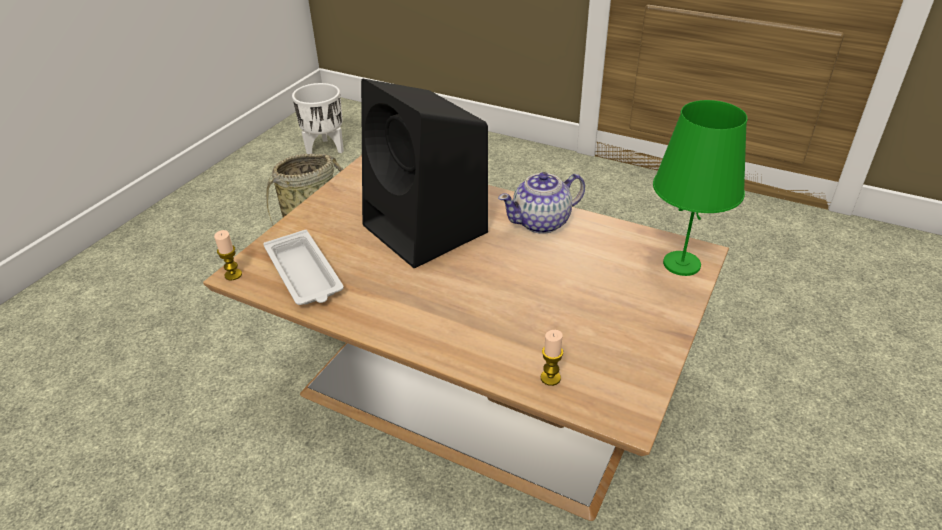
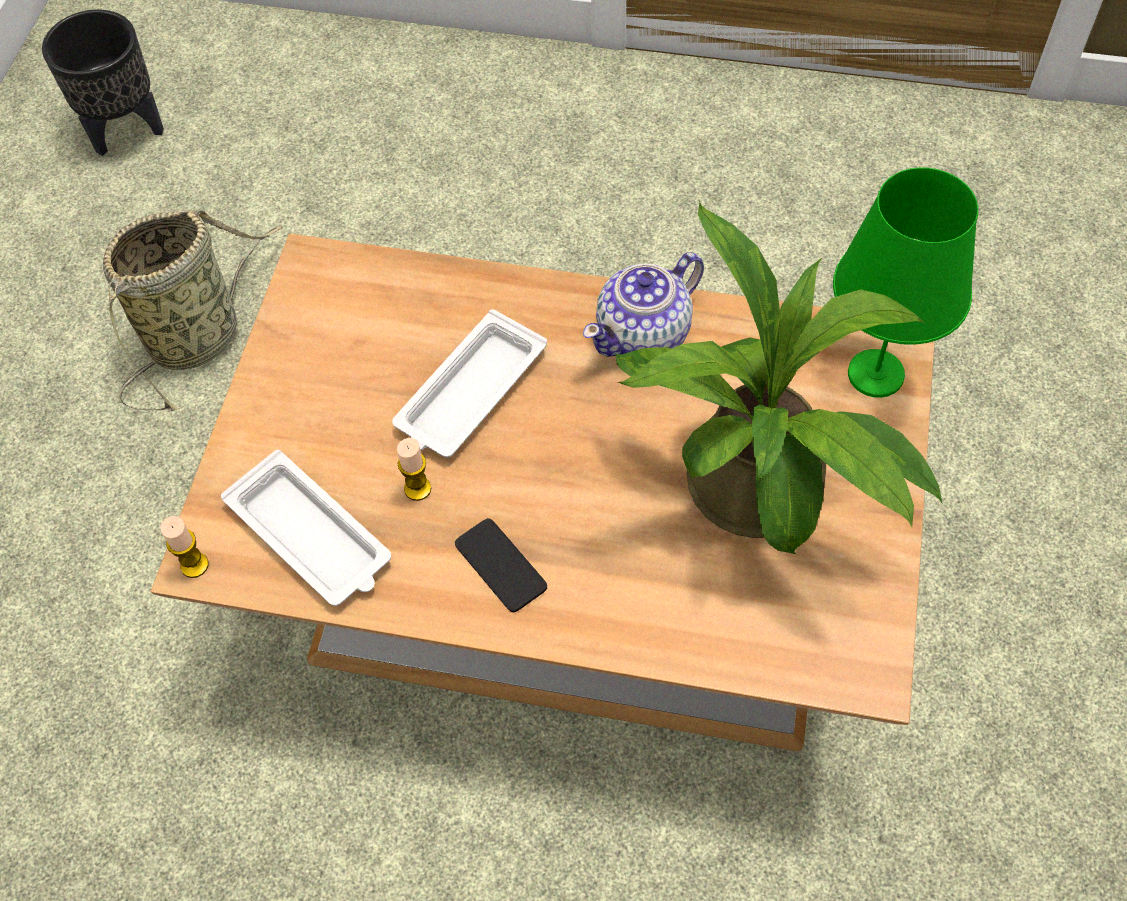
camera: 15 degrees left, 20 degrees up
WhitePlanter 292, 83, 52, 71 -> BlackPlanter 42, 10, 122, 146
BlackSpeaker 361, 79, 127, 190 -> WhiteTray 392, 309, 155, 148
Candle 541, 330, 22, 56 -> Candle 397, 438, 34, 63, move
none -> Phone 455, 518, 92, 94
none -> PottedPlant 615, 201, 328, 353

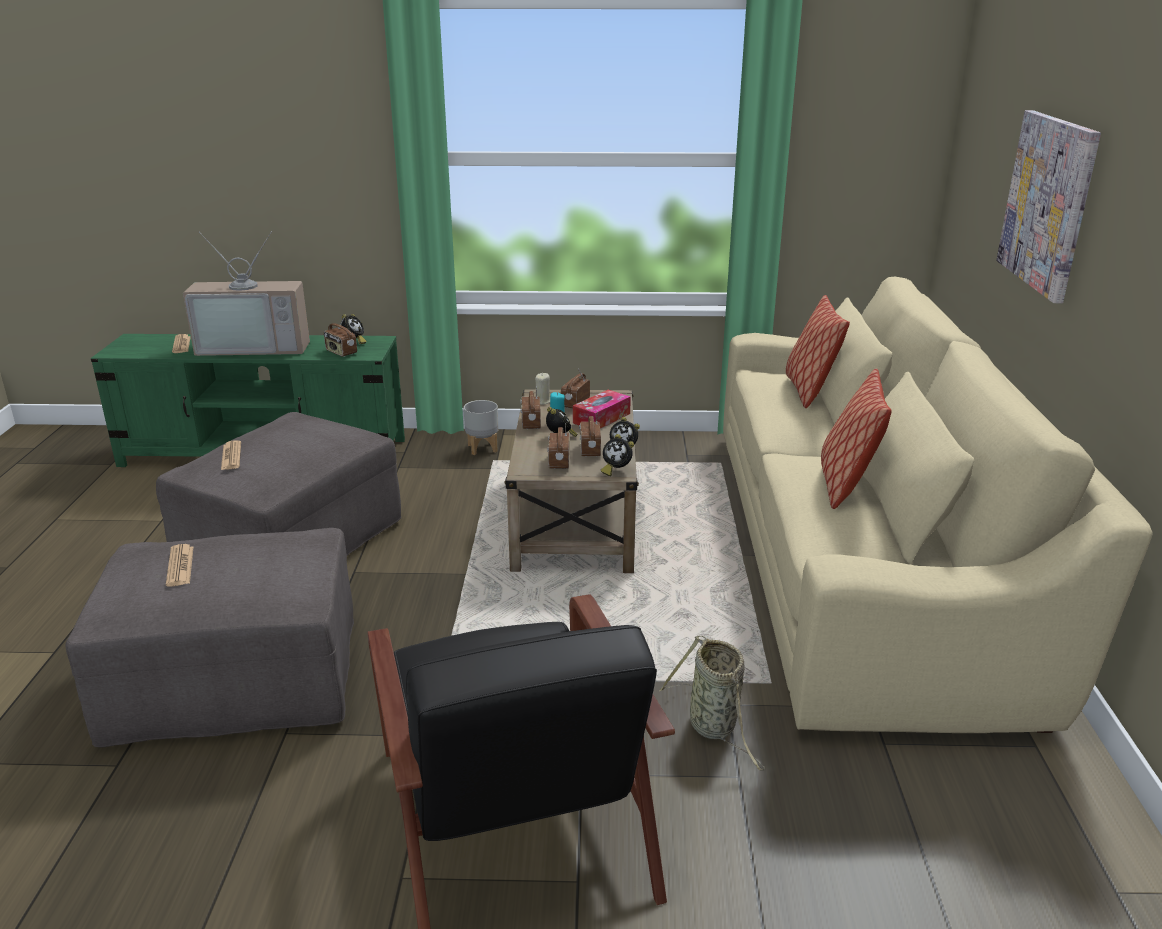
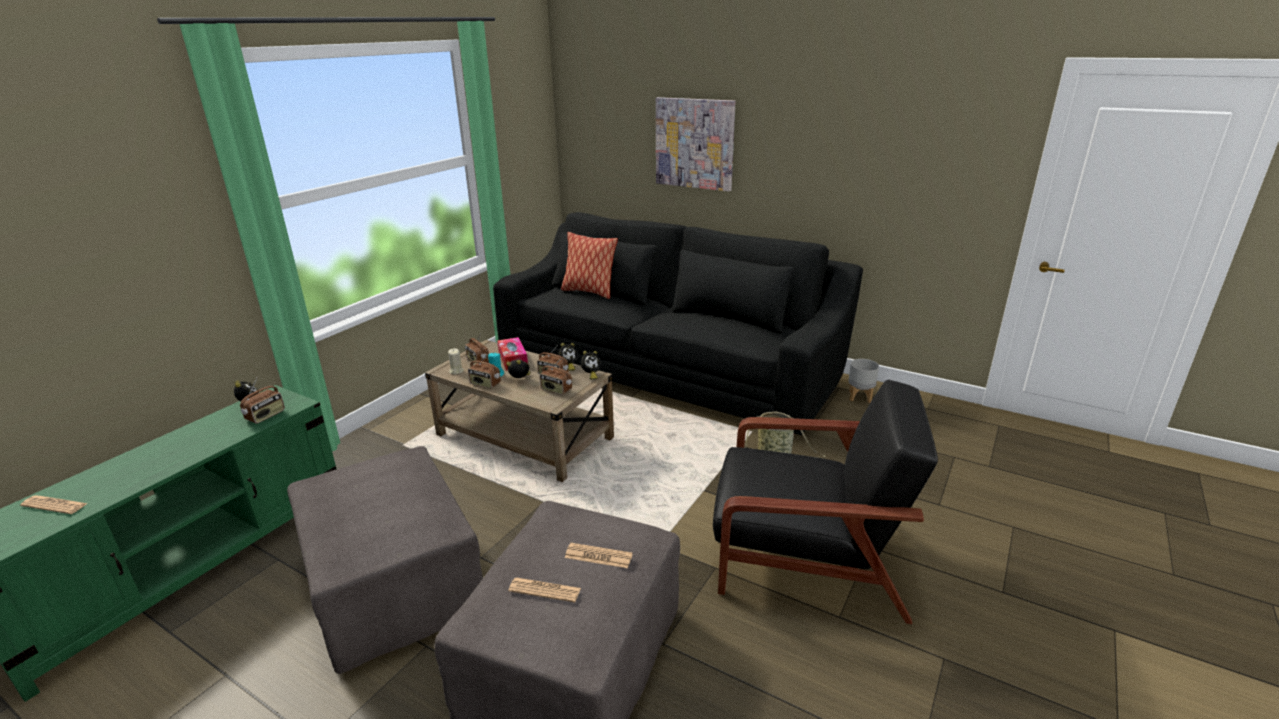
camera: 60 degrees left, 0 degrees up
Radio 324, 315, 33, 42 -> Radio 240, 377, 45, 47, 45 degrees counterclockwise
BeigeSofa 723, 277, 430, 456 -> BlackSofa 493, 212, 370, 223
Newspaper 221, 440, 20, 30 -> Newspaper 565, 543, 68, 25, move
GreyPlanter 464, 400, 35, 55 -> GreyPlanter 848, 359, 31, 44, move
Television 183, 231, 127, 125 -> none
Pillow 821, 368, 71, 141 -> none

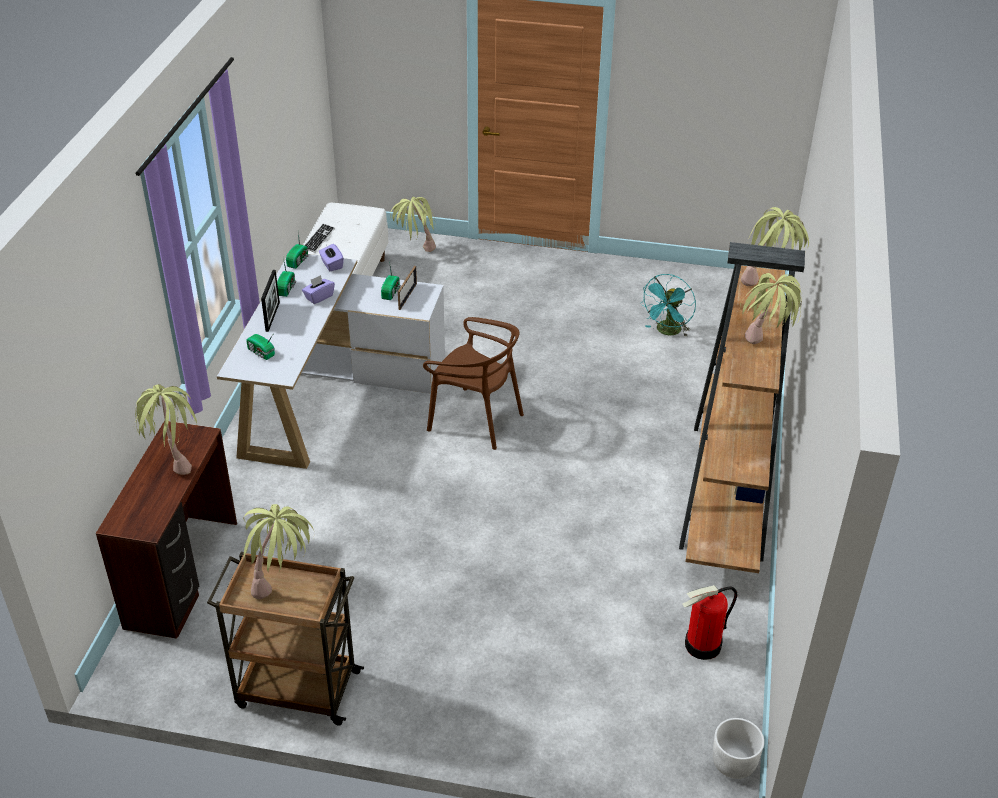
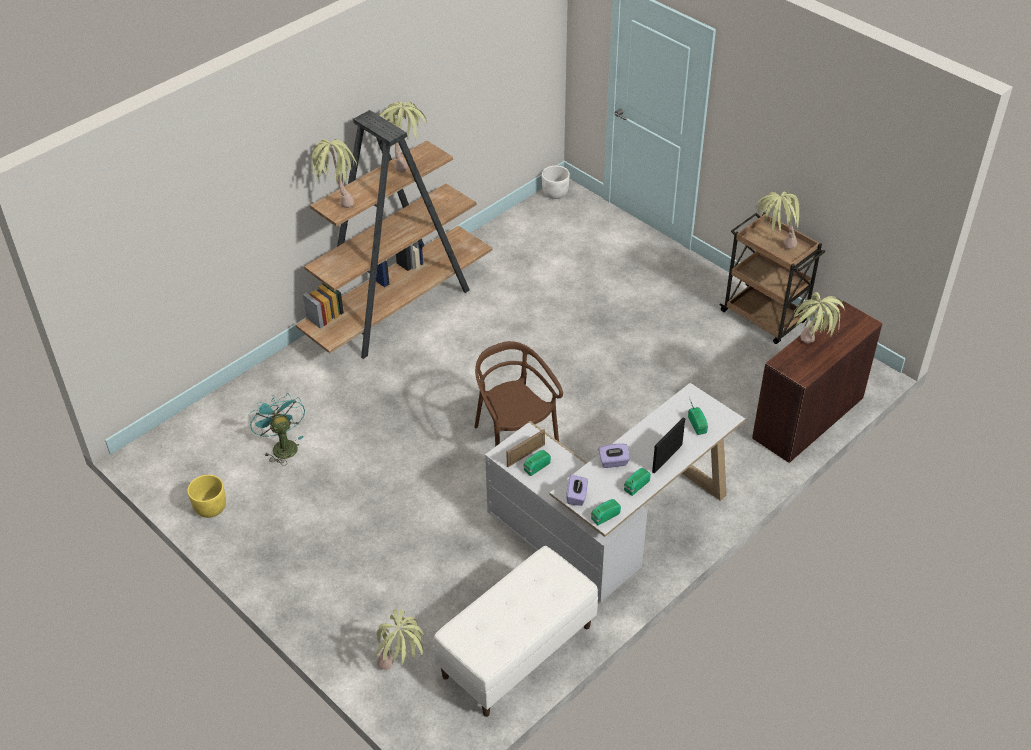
camera: 145 degrees left, 5 degrees up
none -> YellowPlanter 187, 475, 39, 43
TurquoiseFan 640, 274, 56, 63 -> TurquoiseFan 248, 395, 57, 70, 90 degrees counterclockwise
Keyboard 304, 224, 31, 29 -> none
FireExtinguisher 682, 585, 55, 75 -> none

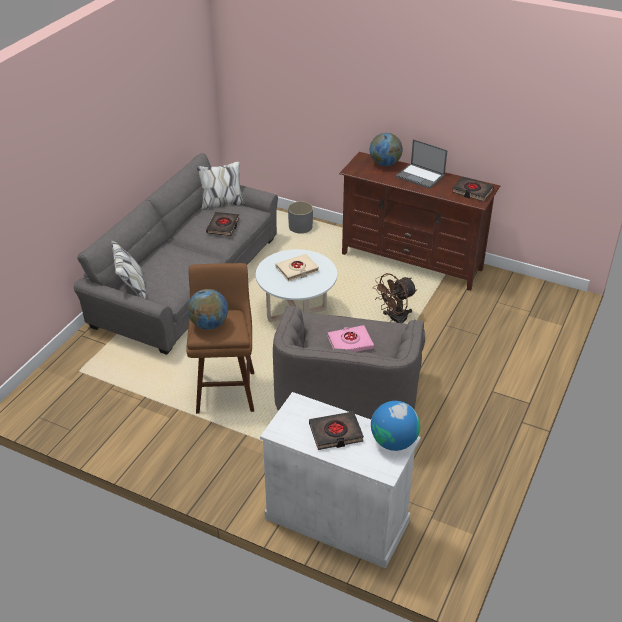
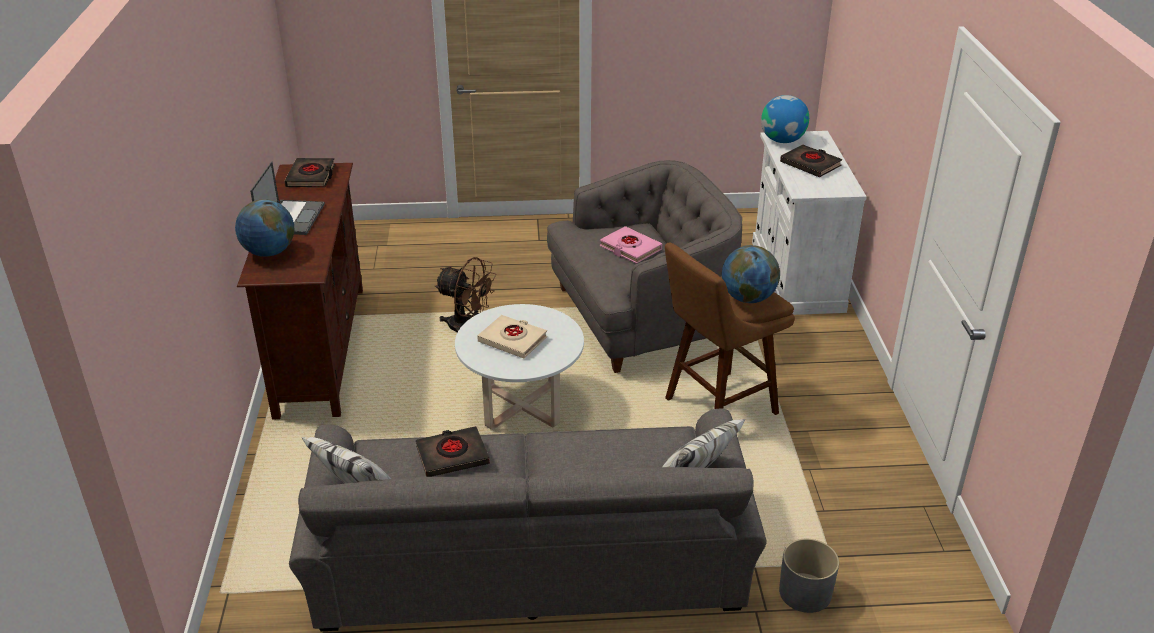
camera: 120 degrees left, 5 degrees down
GreyPlanter 288, 201, 25, 32 -> GreyPlanter 779, 539, 60, 74, move

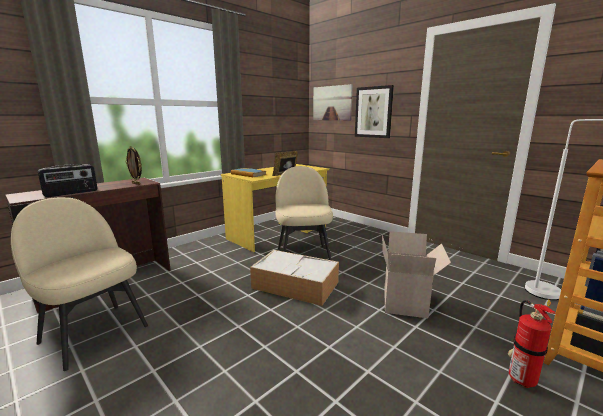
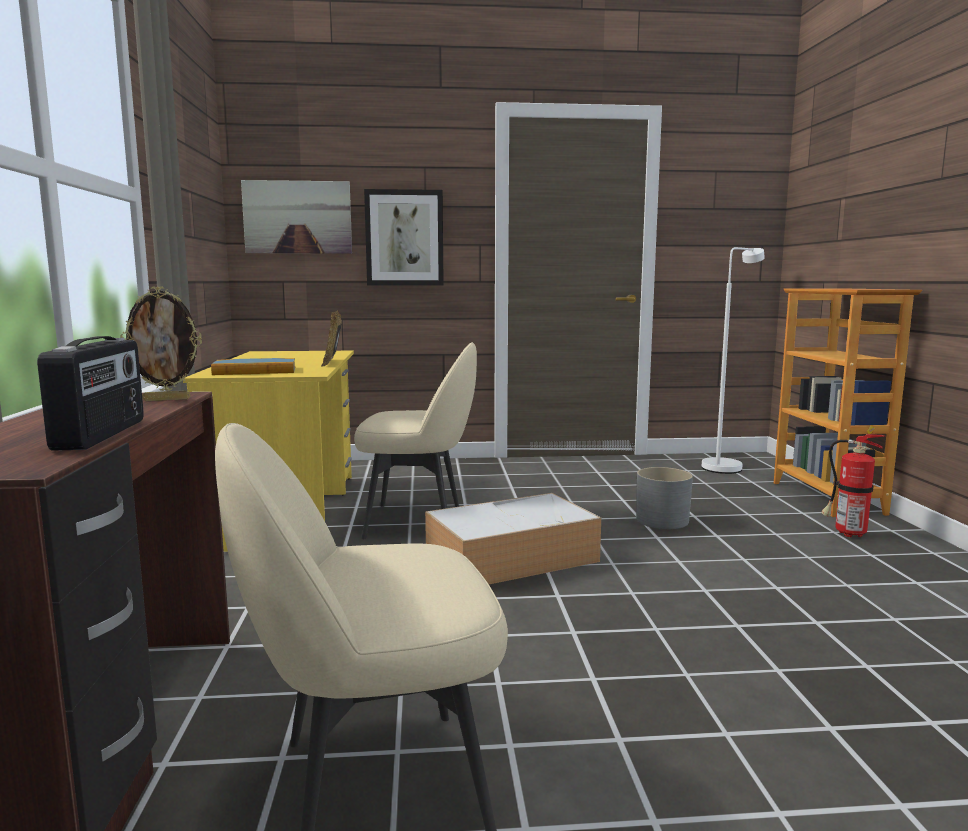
camera: 50 degrees left, 5 degrees down
BeigeChair 275, 166, 58, 94 -> BeigeChair 354, 342, 123, 197, 150 degrees clockwise
CardboardBox 382, 231, 69, 87 -> GreyPlanter 636, 467, 57, 62

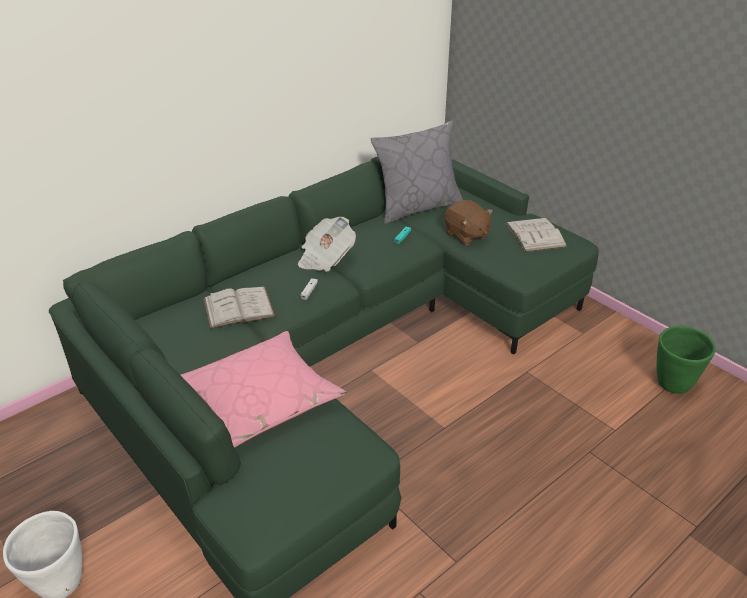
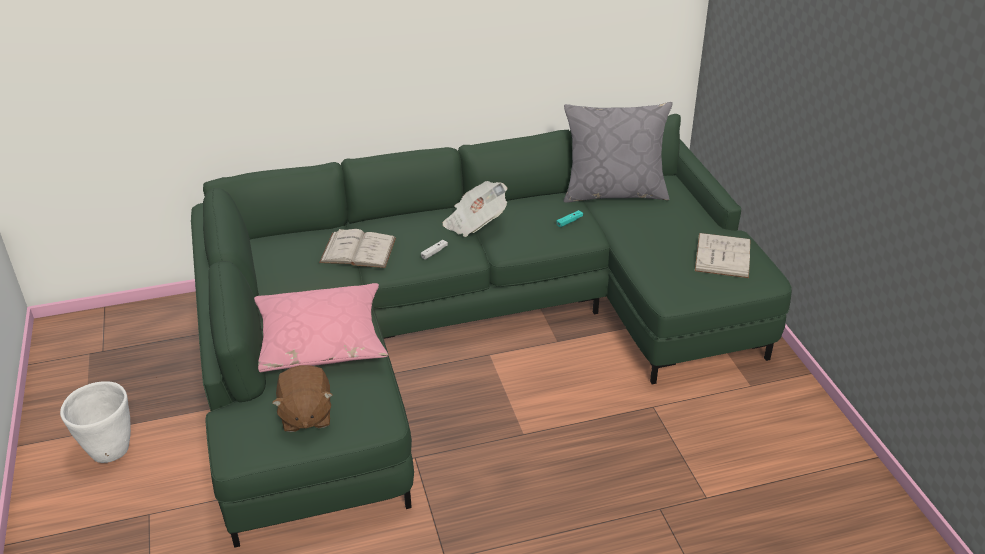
camera: 25 degrees right, 0 degrees up
BrownPlushToy 444, 200, 49, 45 -> BrownPlushToy 272, 365, 60, 67, move
GreenPlanter 656, 325, 60, 69 -> none

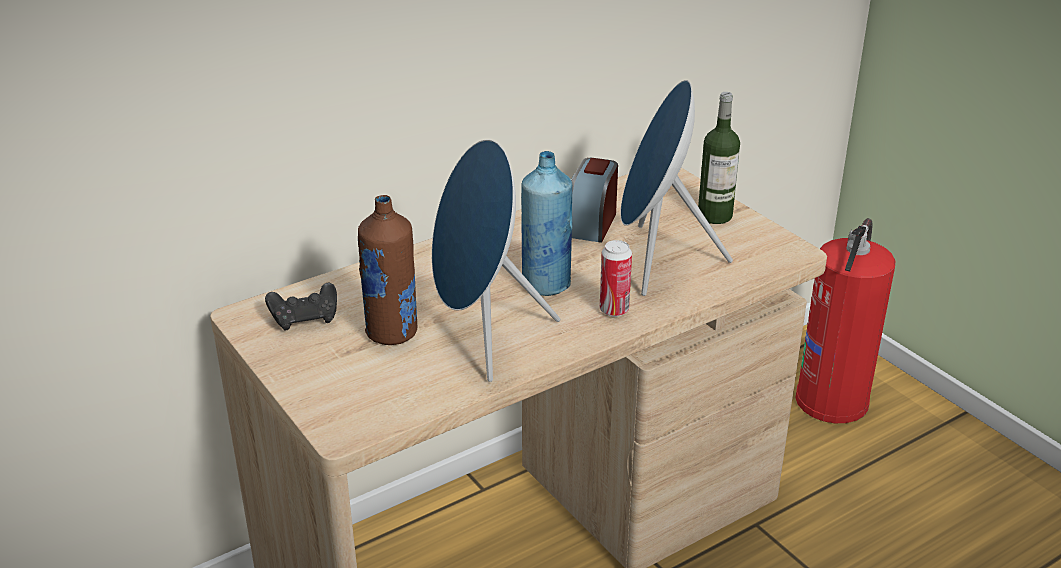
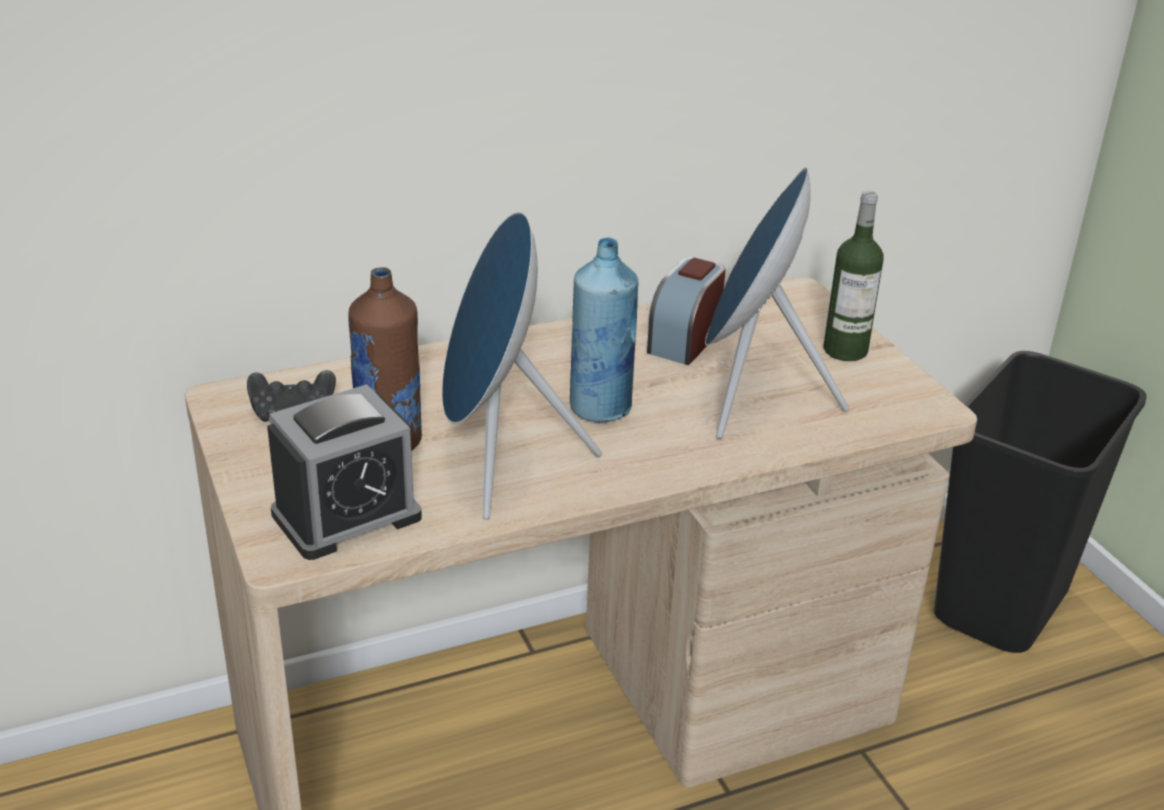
camera: 10 degrees right, 0 degrees up
none -> AlarmClock 267, 384, 155, 176
FireExtinguisher 795, 218, 100, 205 -> BlackTrashCan 934, 351, 212, 302
Can 600, 240, 32, 77 -> none

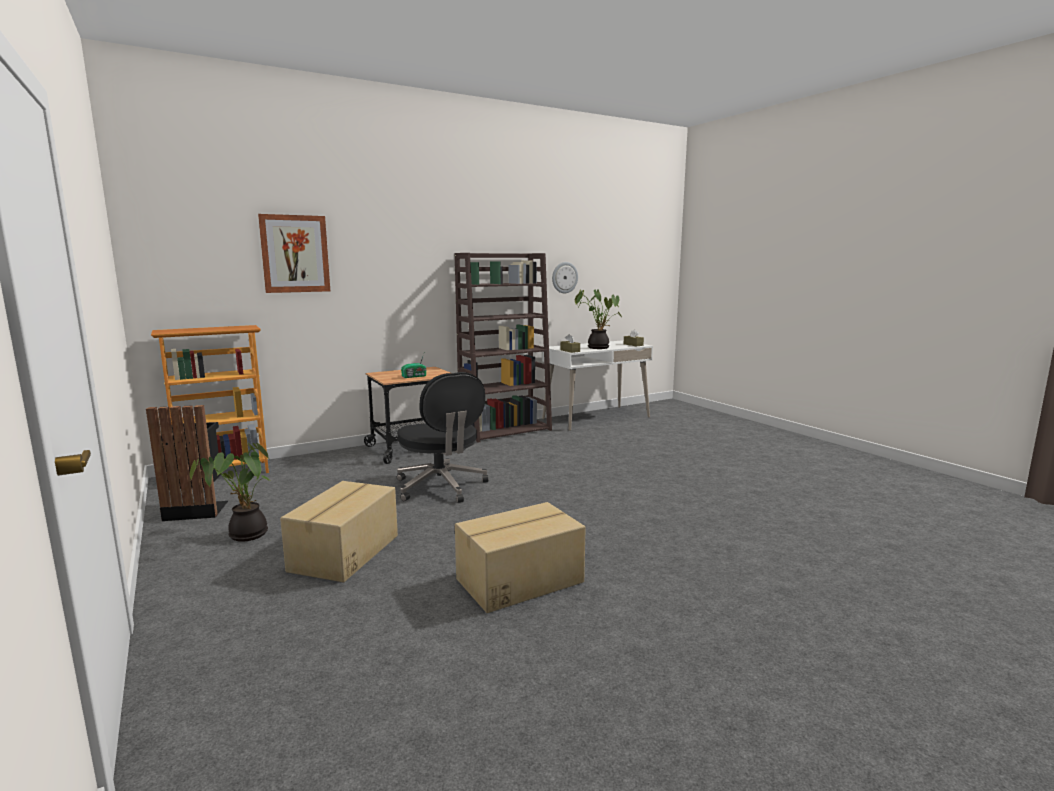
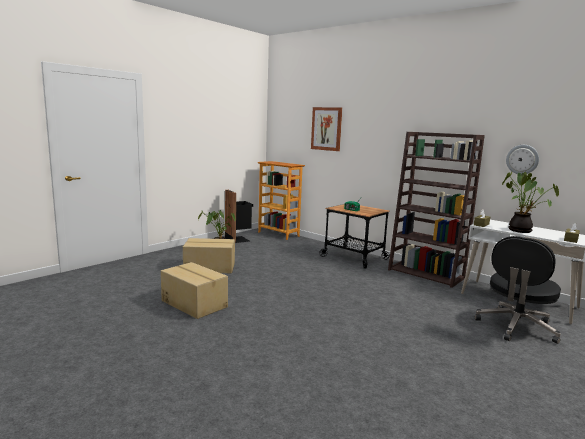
camera: 70 degrees right, 0 degrees up
BlackOfficeChair 397, 372, 91, 131 -> BlackOfficeChair 475, 236, 86, 108, move

